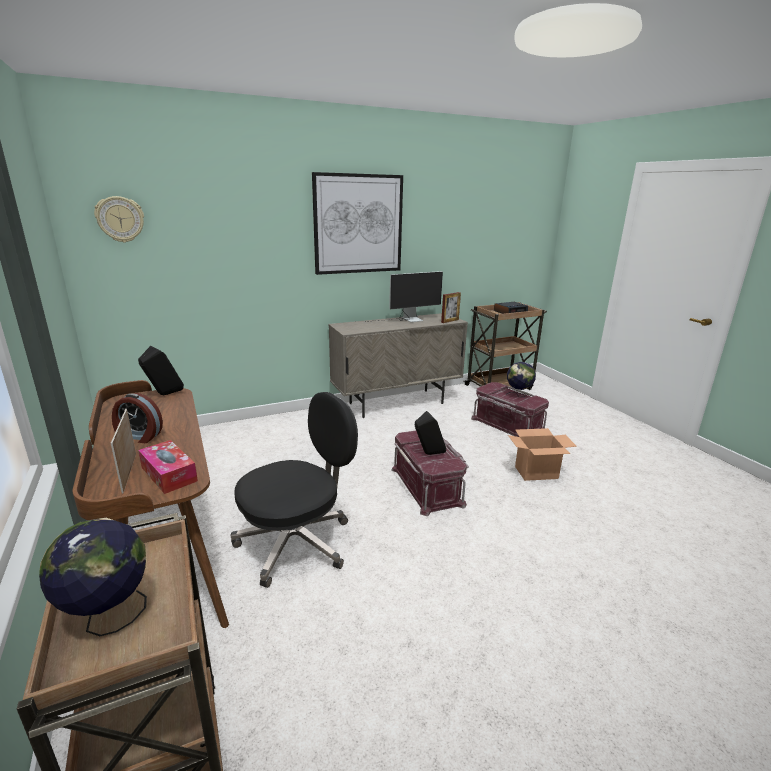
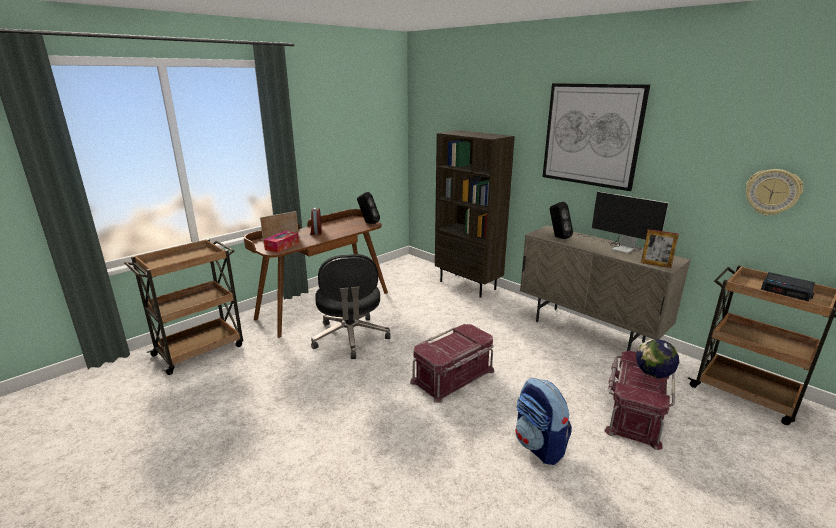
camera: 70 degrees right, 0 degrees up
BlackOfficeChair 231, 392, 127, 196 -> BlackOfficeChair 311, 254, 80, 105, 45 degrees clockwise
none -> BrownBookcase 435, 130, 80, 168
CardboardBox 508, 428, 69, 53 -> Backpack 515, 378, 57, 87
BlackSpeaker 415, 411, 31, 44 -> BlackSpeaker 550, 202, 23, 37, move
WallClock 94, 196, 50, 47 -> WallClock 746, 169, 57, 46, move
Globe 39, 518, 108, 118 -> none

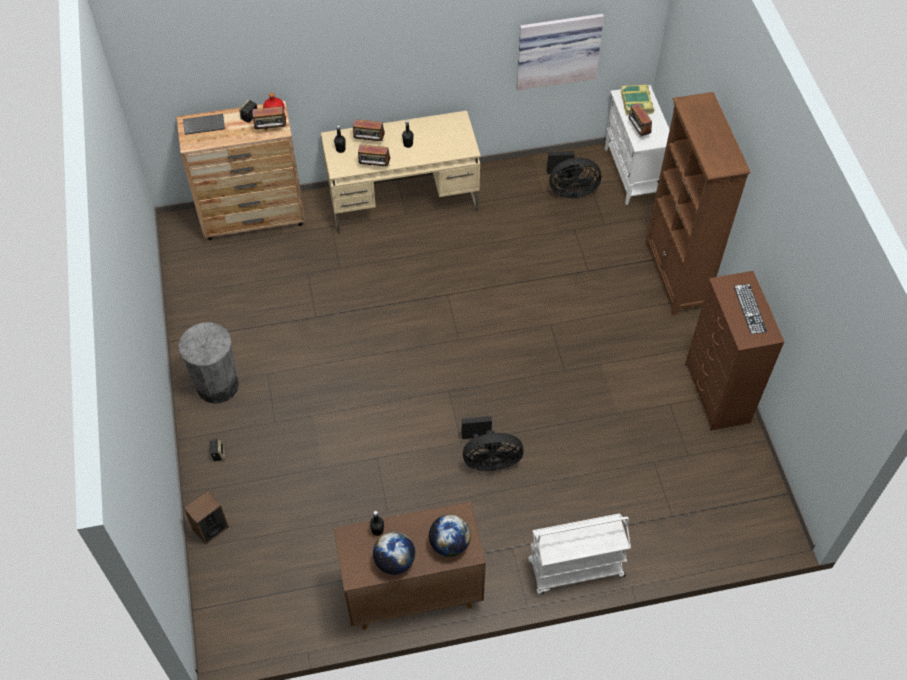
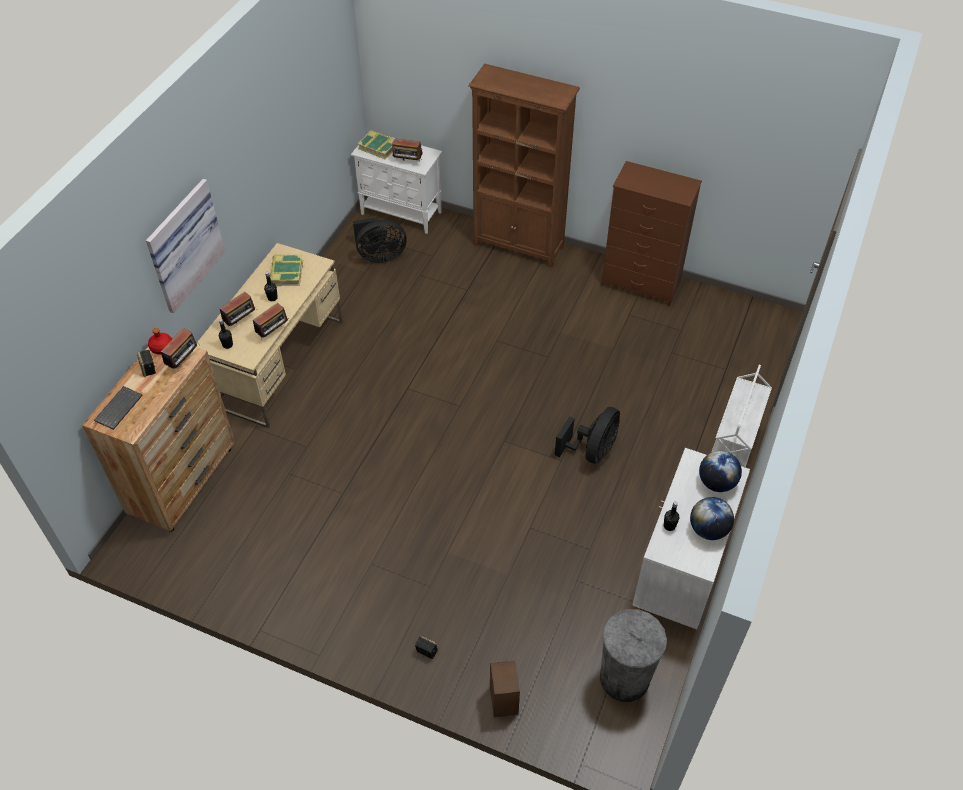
camera: 55 degrees left, 5 degrees down
Picture 516, 14, 88, 76 -> Picture 146, 179, 79, 134, move
none -> Book 270, 255, 33, 31
BlackFan 547, 151, 54, 47 -> BlackFan 353, 217, 54, 46, 45 degrees clockwise
GreyTrashCan 178, 322, 61, 82 -> GreyTrashCan 600, 609, 67, 93, move
BrownCabinet 334, 502, 152, 128 -> WhiteCabinet 632, 448, 118, 182
Keyboard 734, 284, 33, 50 -> none

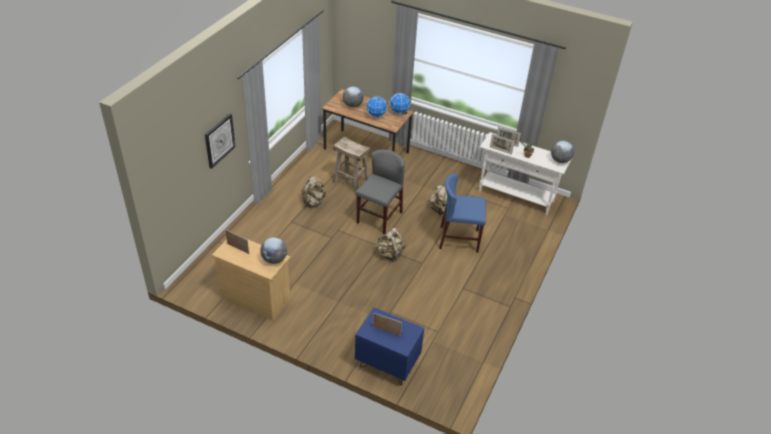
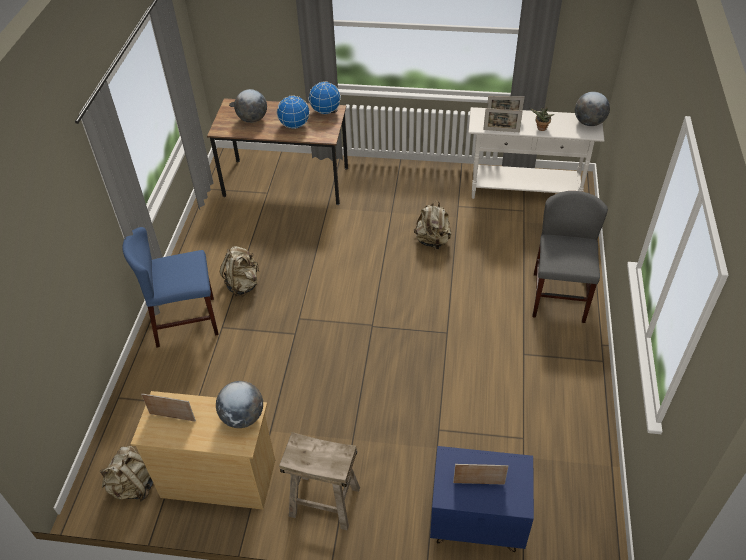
camera: 15 degrees left, 5 degrees up
BeigeBackpack 376, 228, 29, 34 -> BeigeBackpack 100, 446, 53, 55, move
BlueChair 439, 173, 47, 79 -> BlueChair 122, 227, 97, 121, move
BeigeStool 333, 137, 37, 56 -> BeigeStool 279, 432, 81, 99, move
GreyChair 356, 150, 49, 84 -> GreyChair 533, 191, 75, 132, move
WallClock 205, 114, 31, 55 -> none

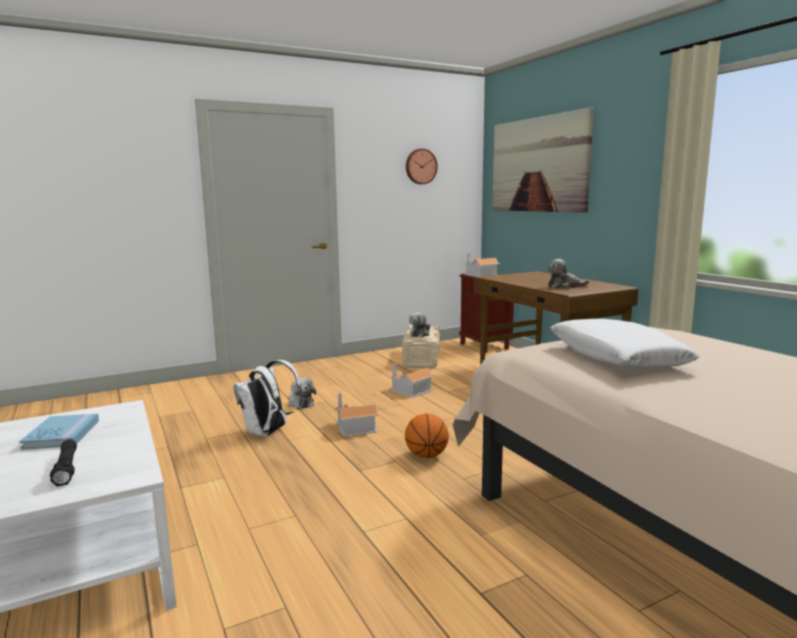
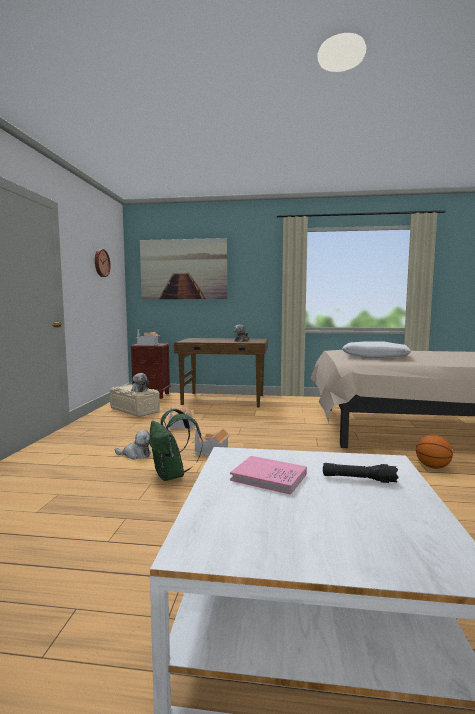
camera: 55 degrees left, 5 degrees down
WhiteBackpack 233, 360, 69, 77 -> GreenBackpack 149, 409, 54, 72
BlueBook 19, 413, 80, 37 -> PinkBook 230, 456, 77, 39
Basketball 405, 413, 44, 45 -> Basketball 416, 435, 37, 34, move

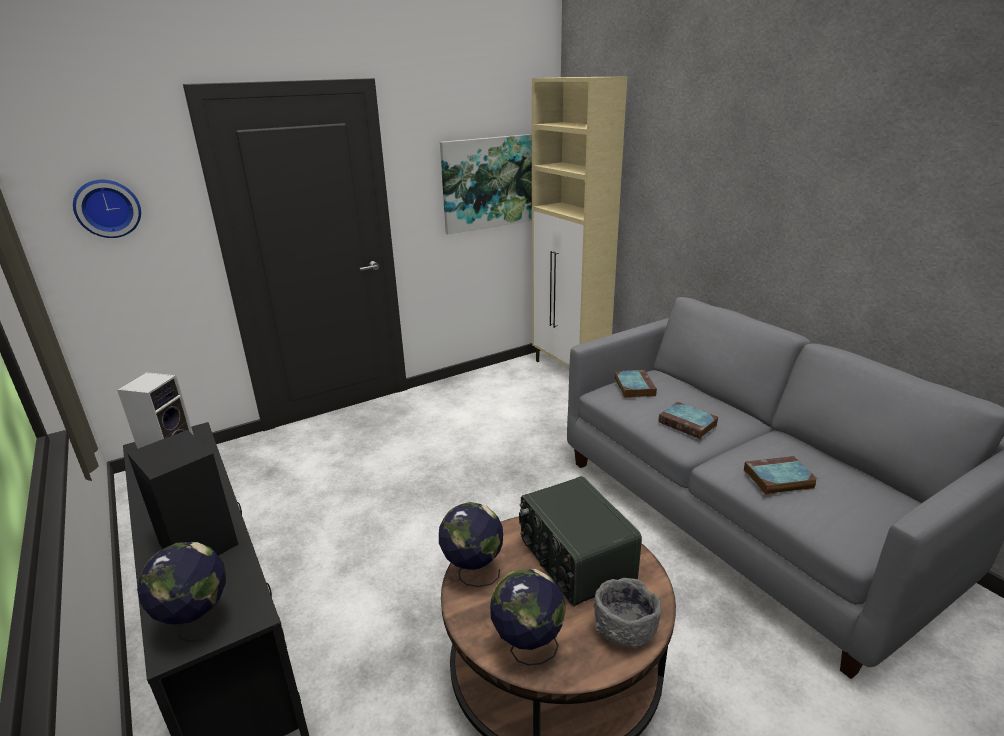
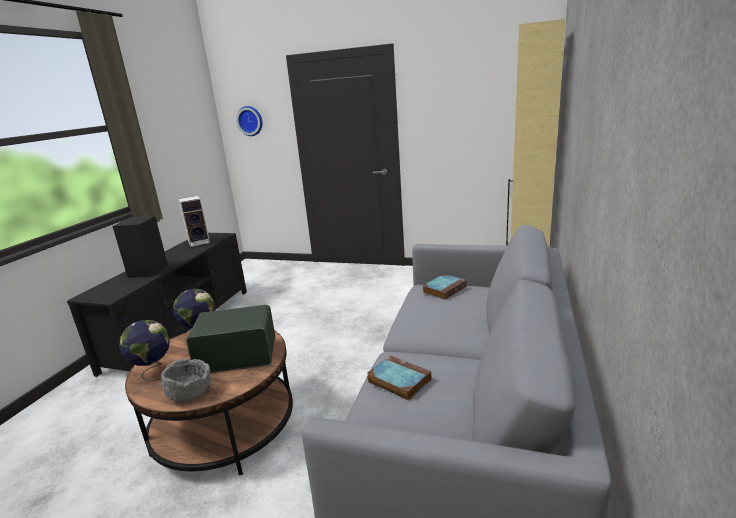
camera: 50 degrees right, 5 degrees down
Radio 519, 476, 123, 130 -> Radio 186, 305, 89, 68, 60 degrees clockwise
Globe 137, 542, 95, 100 -> none
Picture 440, 134, 92, 100 -> none
Book 658, 402, 61, 37 -> none

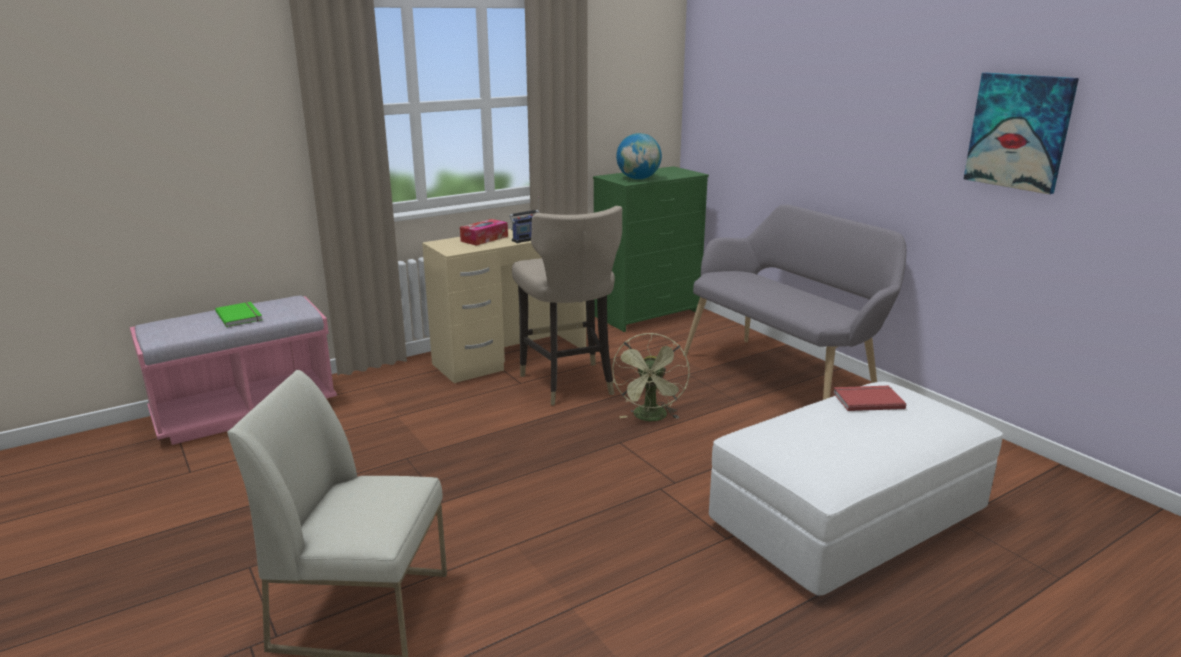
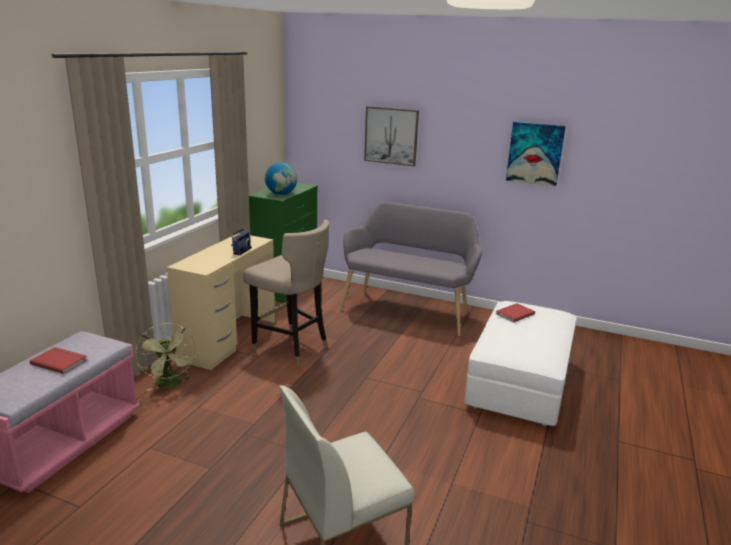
camera: 35 degrees left, 0 degrees up
GreenBook 215, 302, 48, 25 -> RedBook 30, 347, 57, 27
GreenFan 612, 333, 78, 88 -> GreenFan 135, 323, 61, 68, move
none -> Picture 364, 106, 55, 60
TissueBox 460, 219, 48, 27 -> none

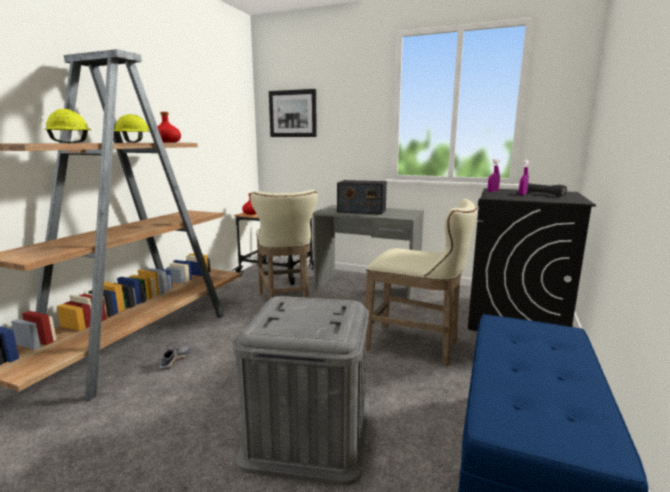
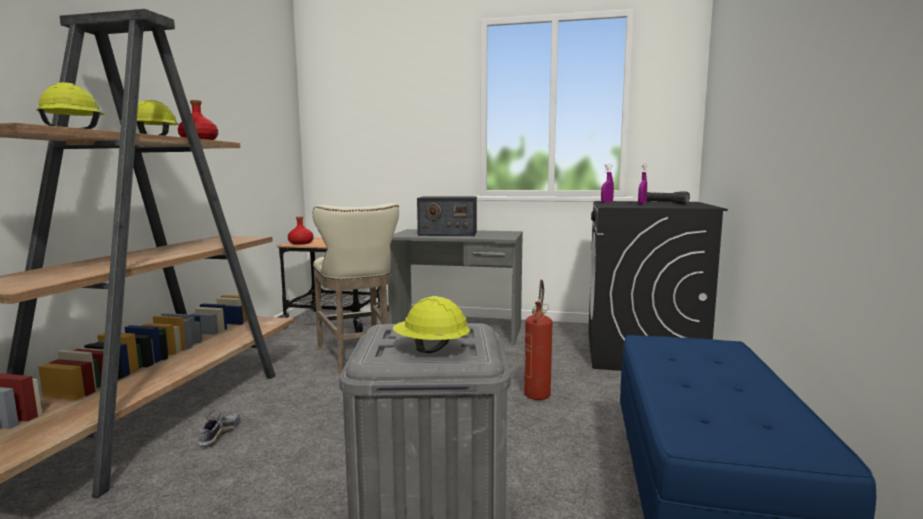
camera: 10 degrees left, 5 degrees down
none -> YellowHardHat 393, 296, 77, 57
BeigeStool 365, 199, 112, 167 -> FireExtinguisher 524, 280, 28, 120
Picture 269, 89, 48, 48 -> none

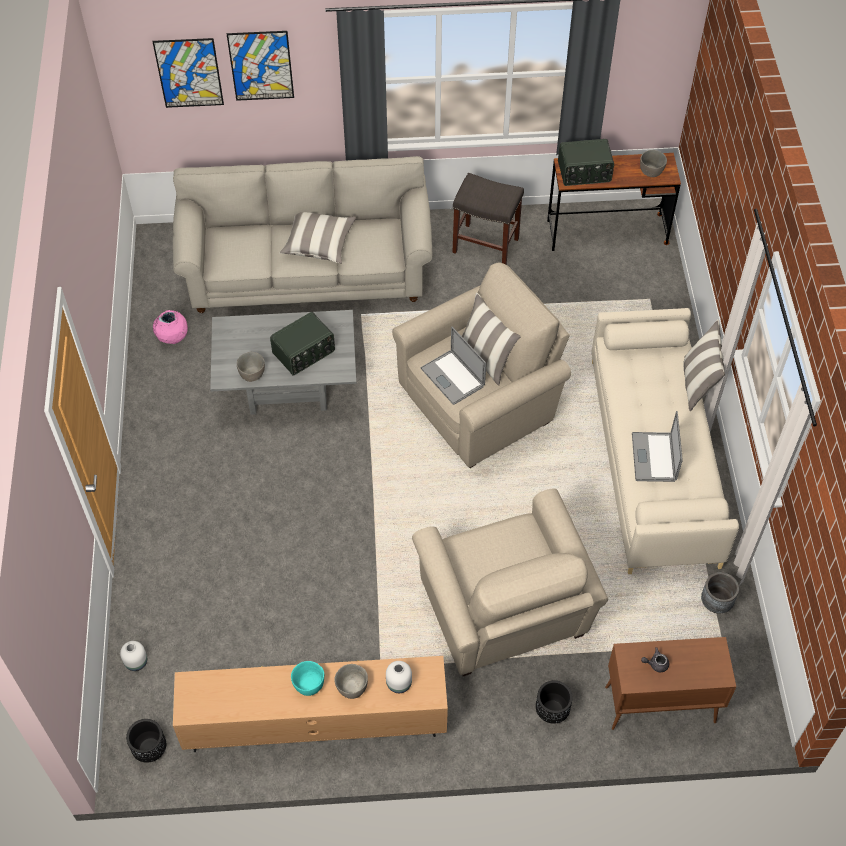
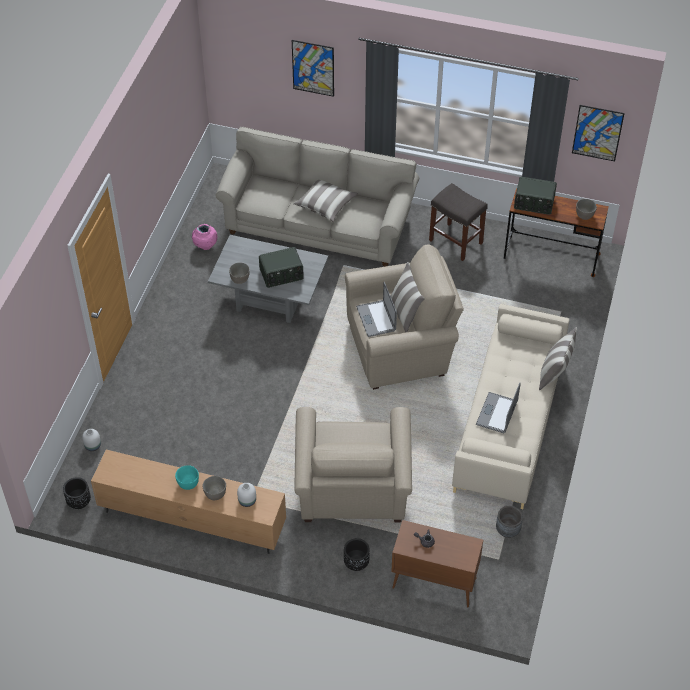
camera: 20 degrees right, 5 degrees down
Picture 153, 38, 71, 70 -> Picture 572, 105, 53, 56, move

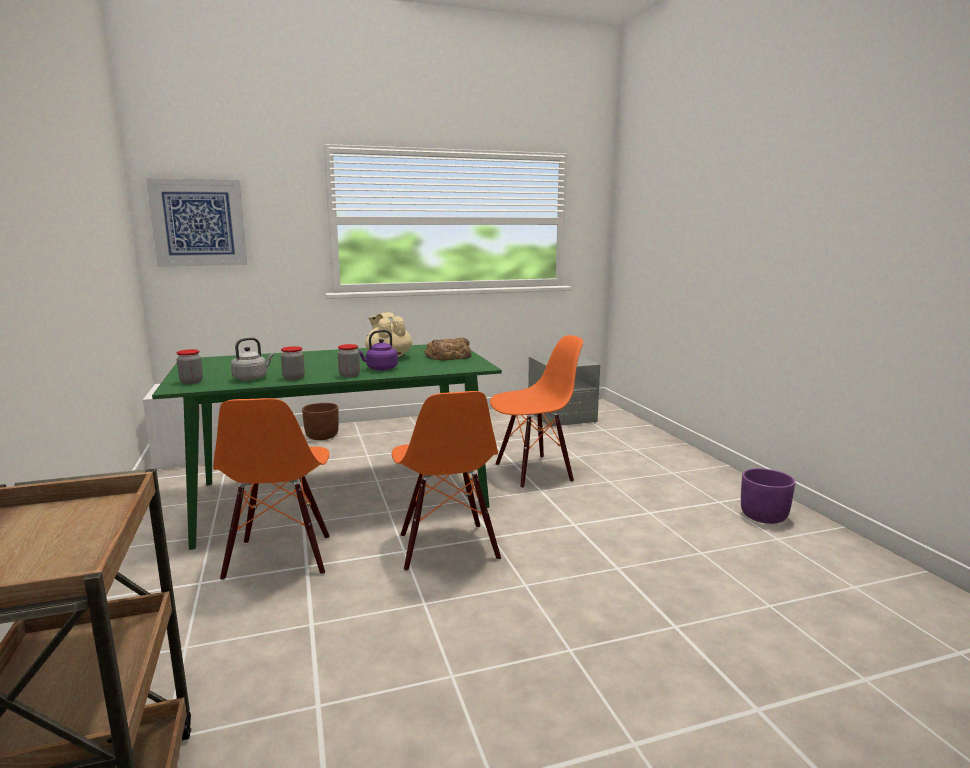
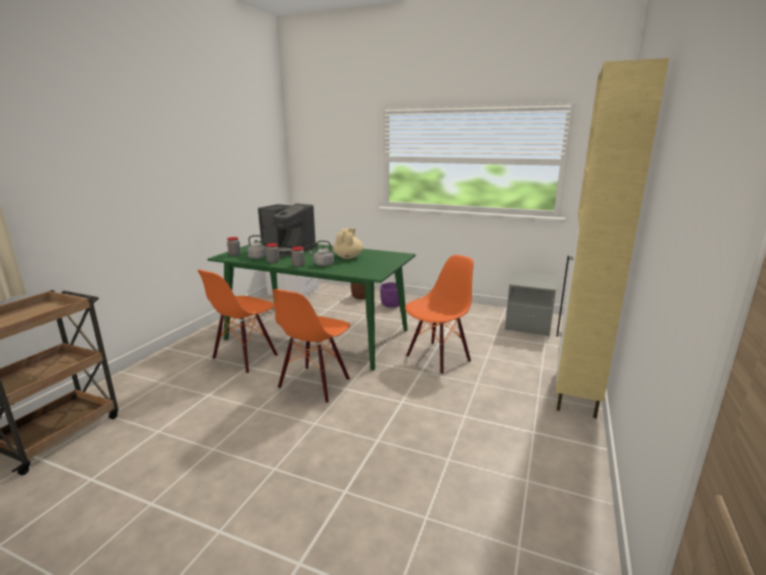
camera: 40 degrees right, 5 degrees up
none -> CoffeeMachine 258, 203, 58, 54
PurpleKettle 358, 330, 40, 41 -> GreyKettle 309, 240, 25, 26
PurplePlanter 741, 468, 55, 56 -> PurplePlanter 380, 282, 20, 26, move
OrangeChair 490, 335, 93, 154 -> OrangeChair 405, 255, 69, 119, 60 degrees counterclockwise
none -> BeigeCabinet 556, 58, 113, 361
Picture 146, 178, 101, 89 -> none
Bread 424, 338, 48, 22 -> none

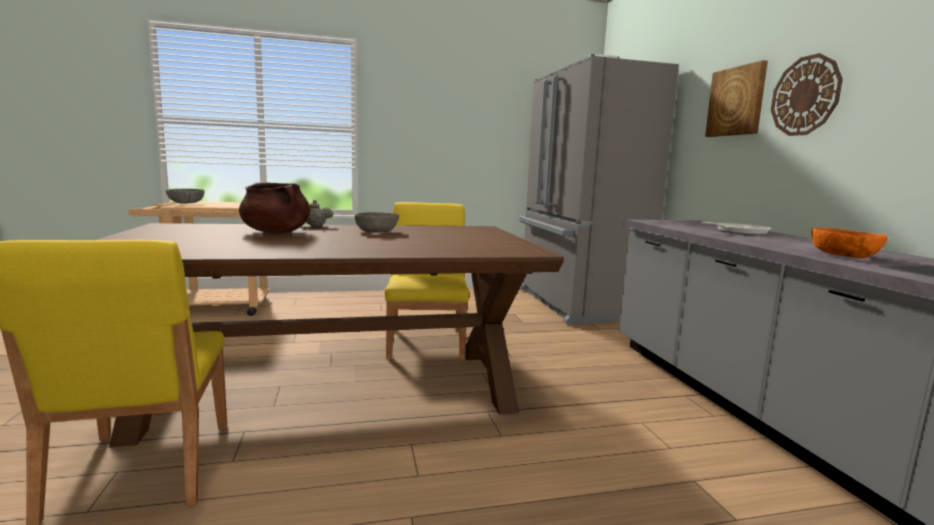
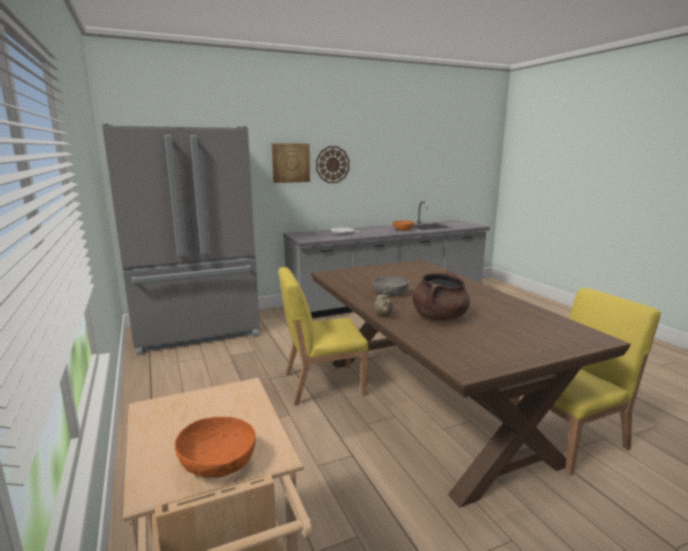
camera: 100 degrees left, 5 degrees up
GreyBowl 165, 189, 40, 15 -> OrangeBowl 175, 417, 81, 61

